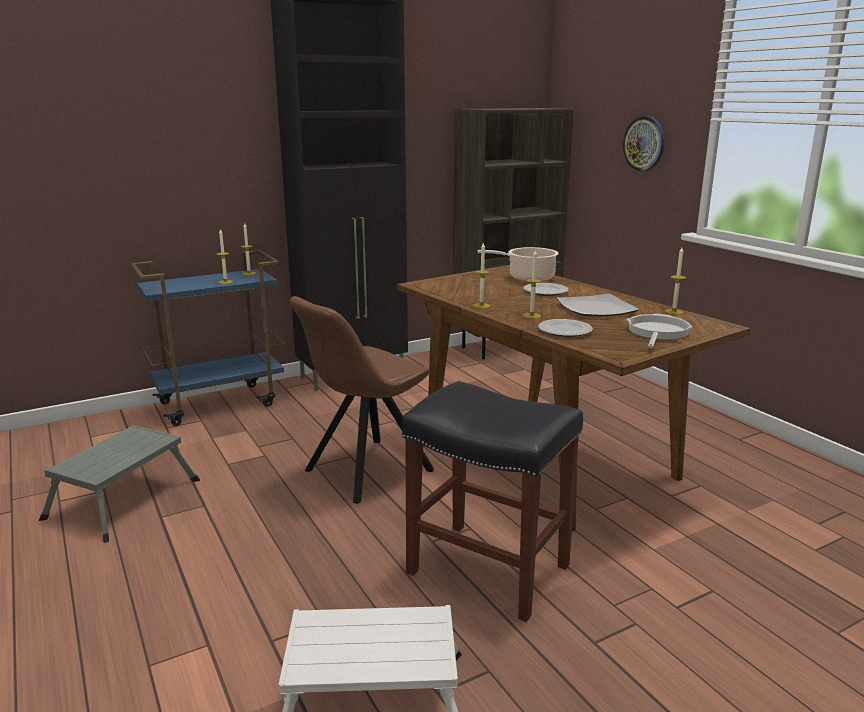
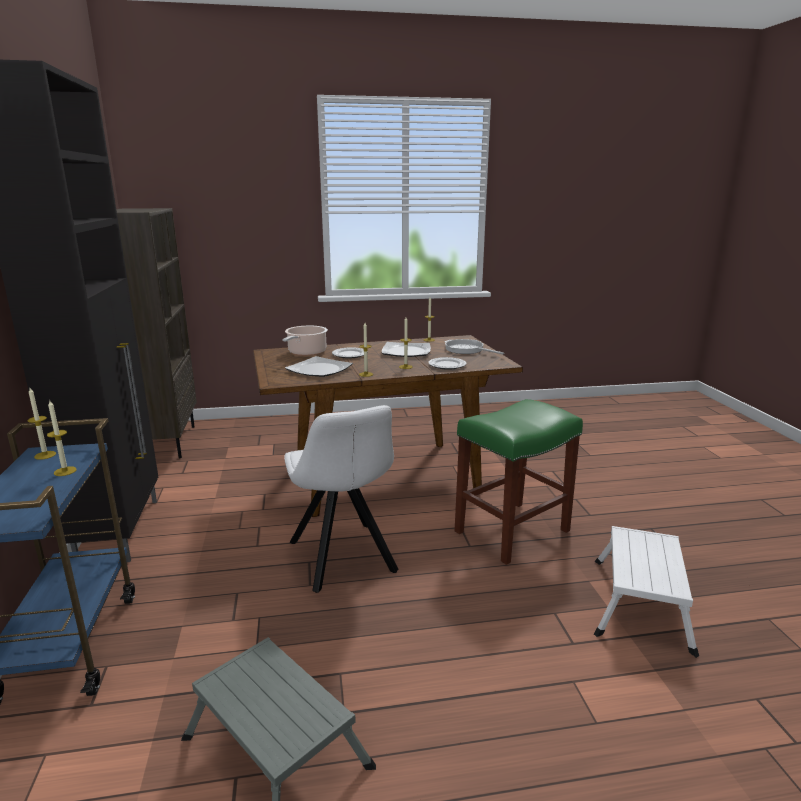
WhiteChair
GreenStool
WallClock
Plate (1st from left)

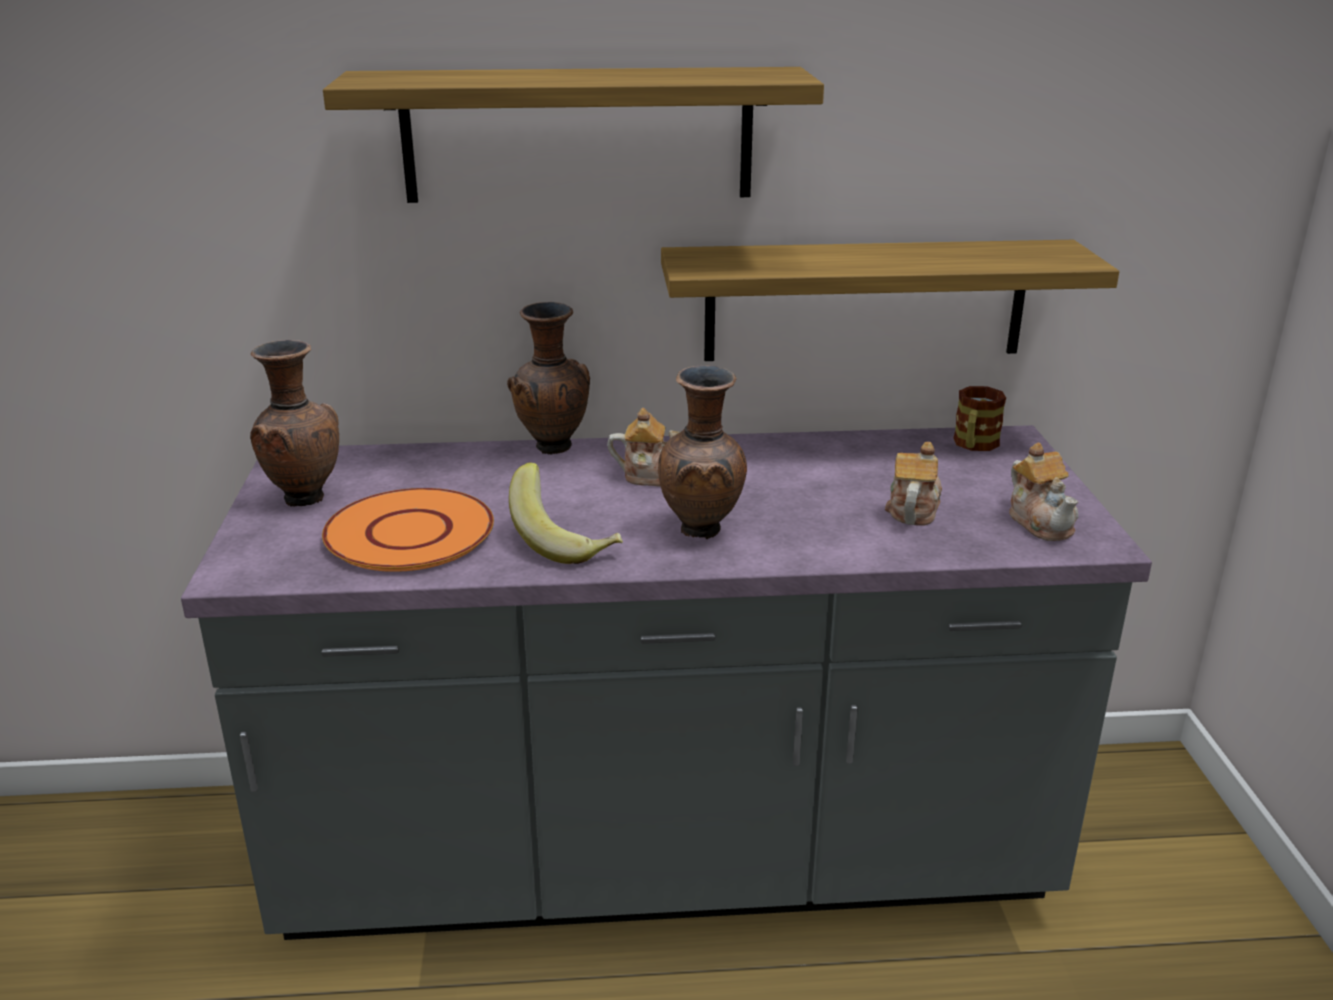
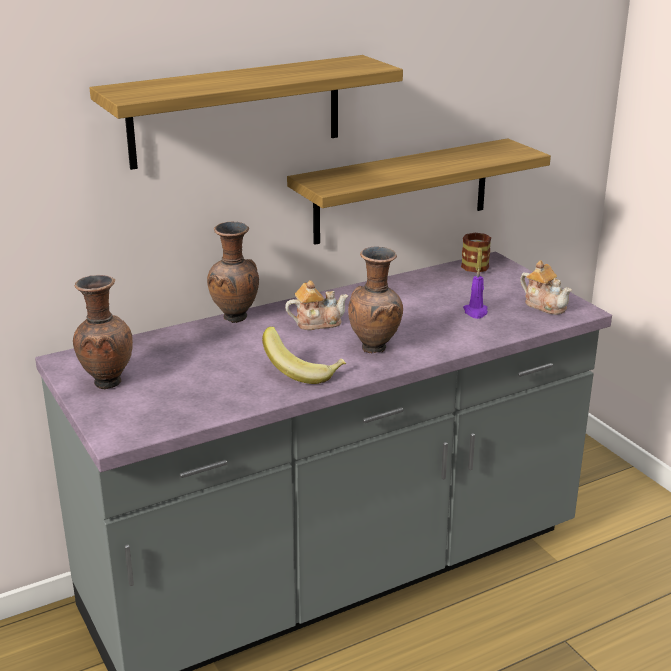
OrangePlate
PurpleCandle

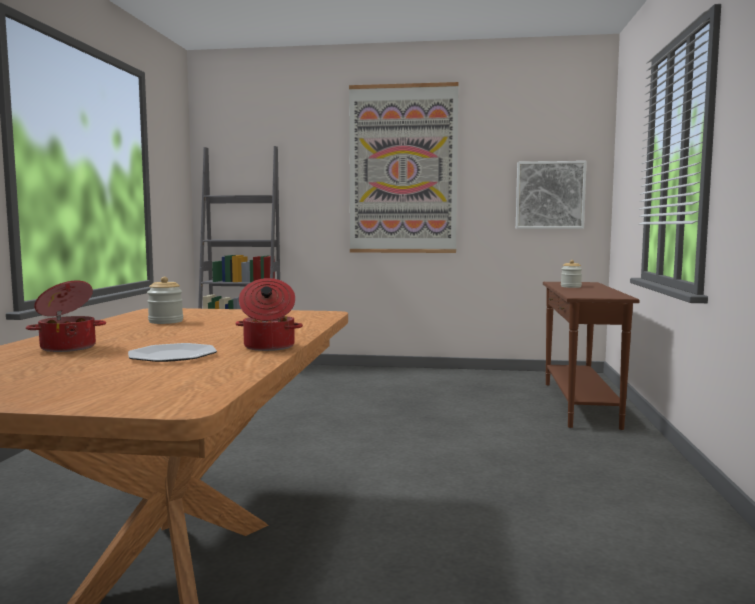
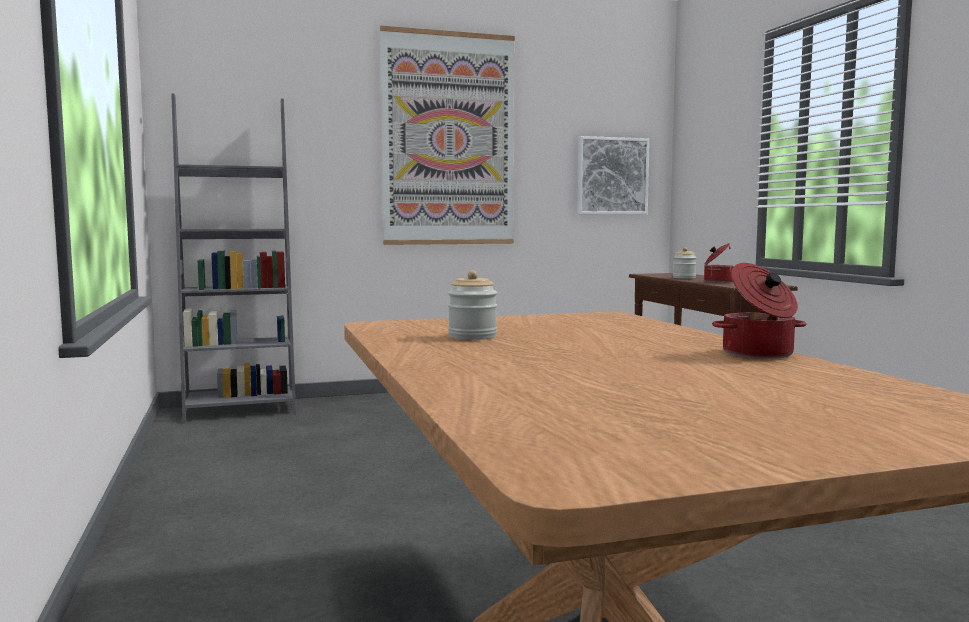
CookingPot (1st from left)
Plate

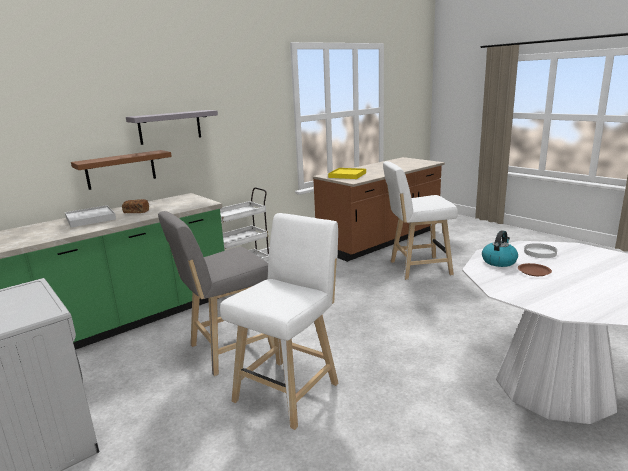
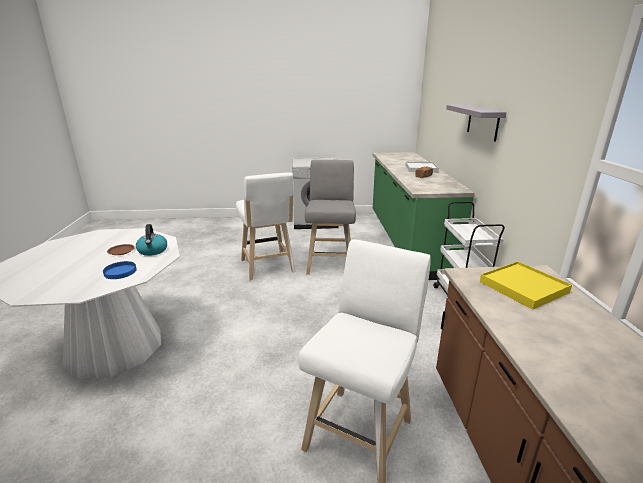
BrownShelf
BluePlate

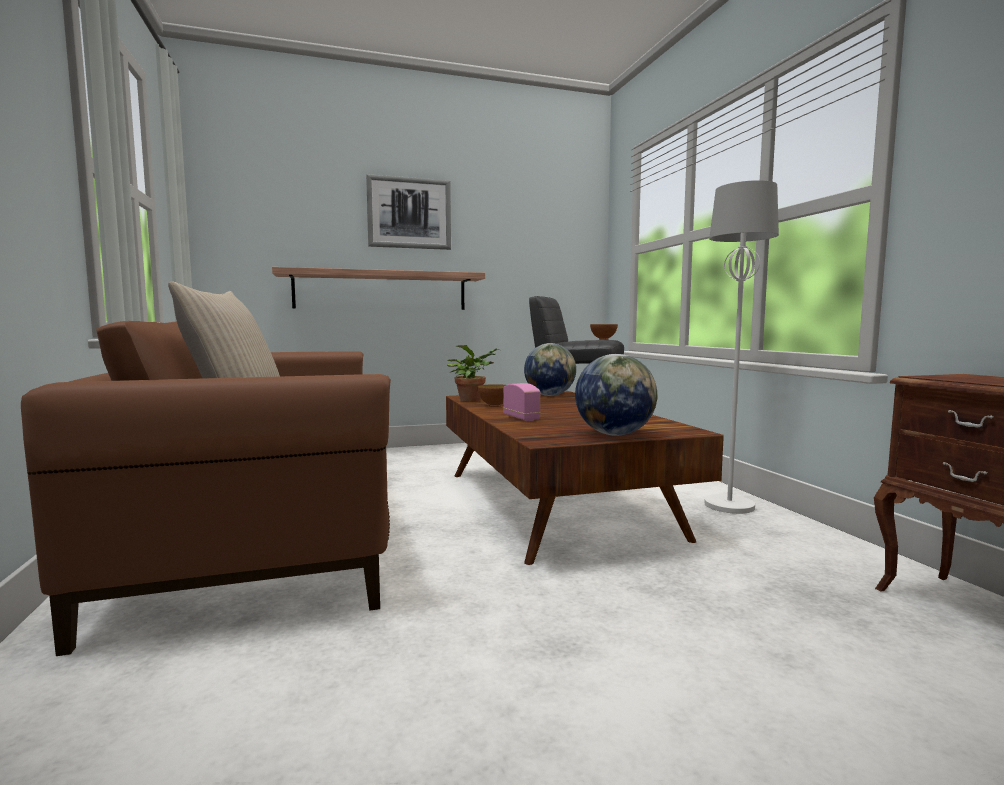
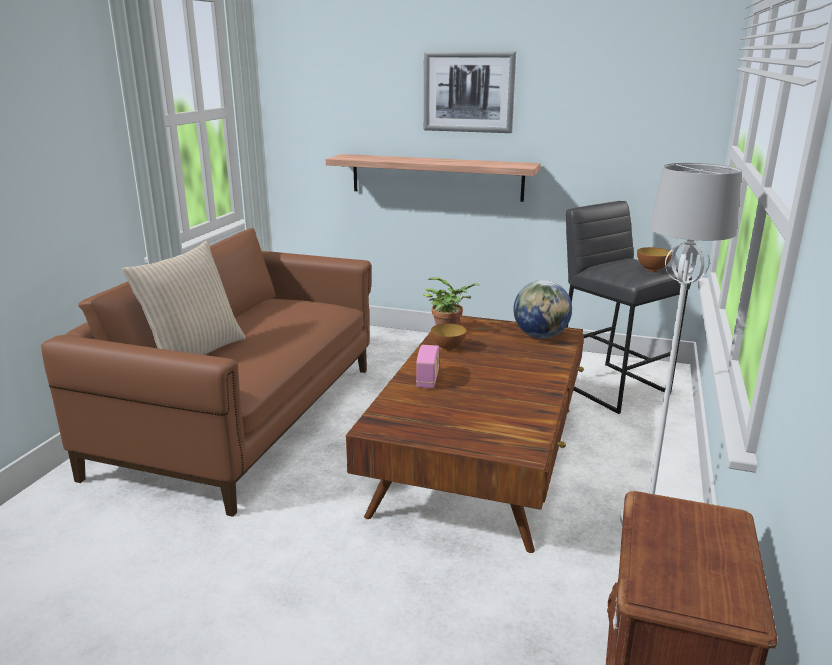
Globe (2nd from left in the first image)

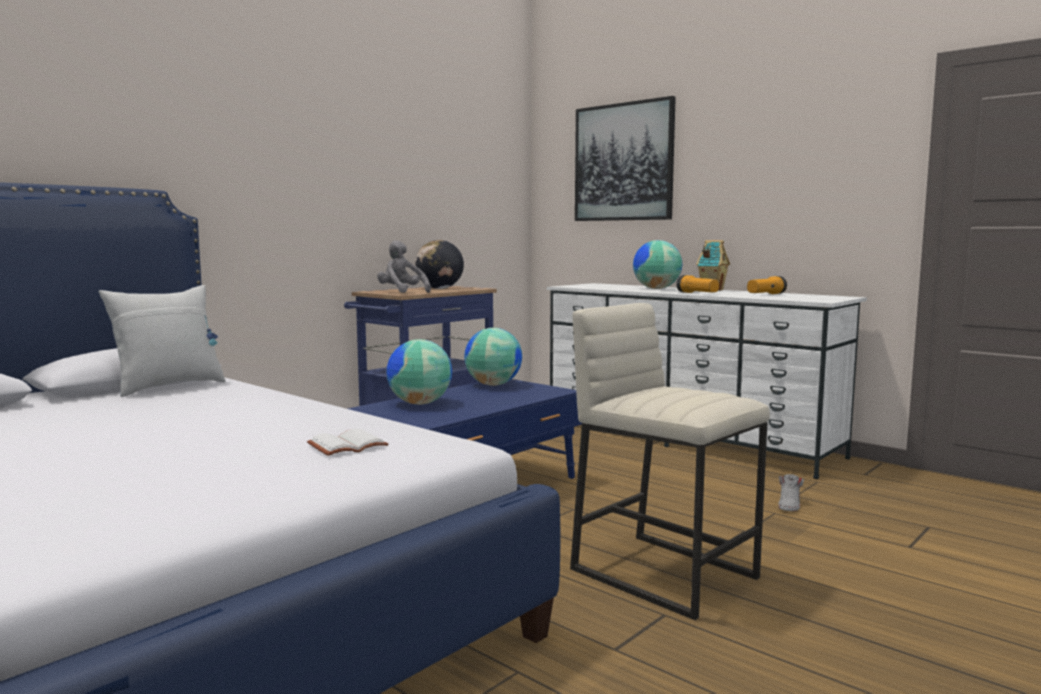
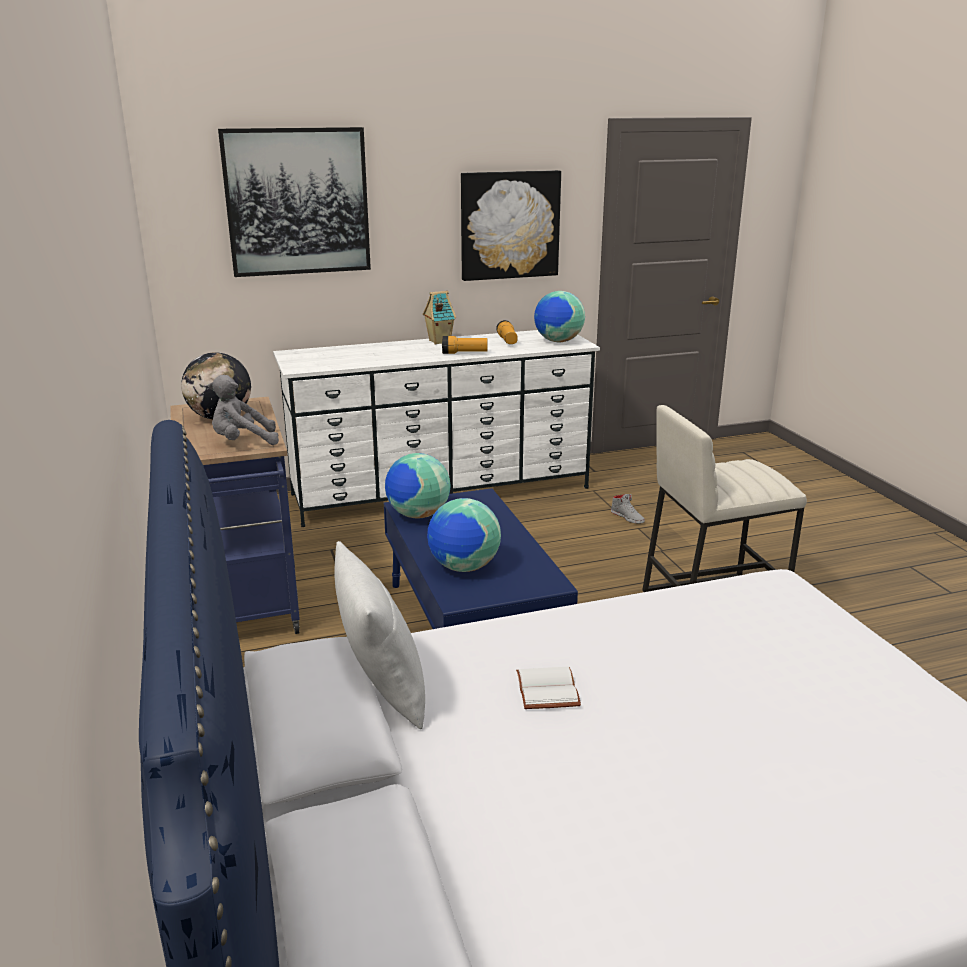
WhiteBook
Globe (4th from left)
Picture (2nd from left)

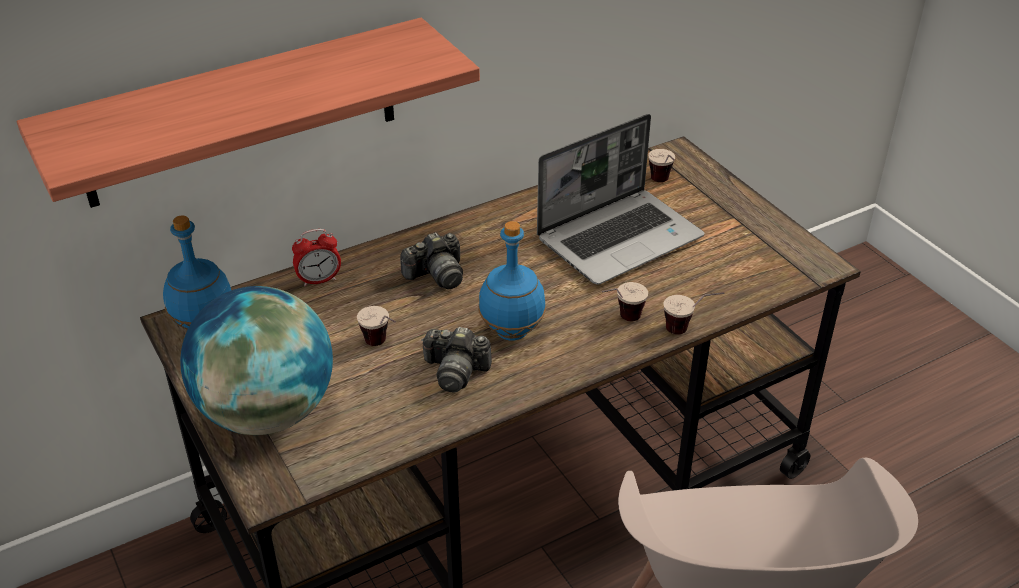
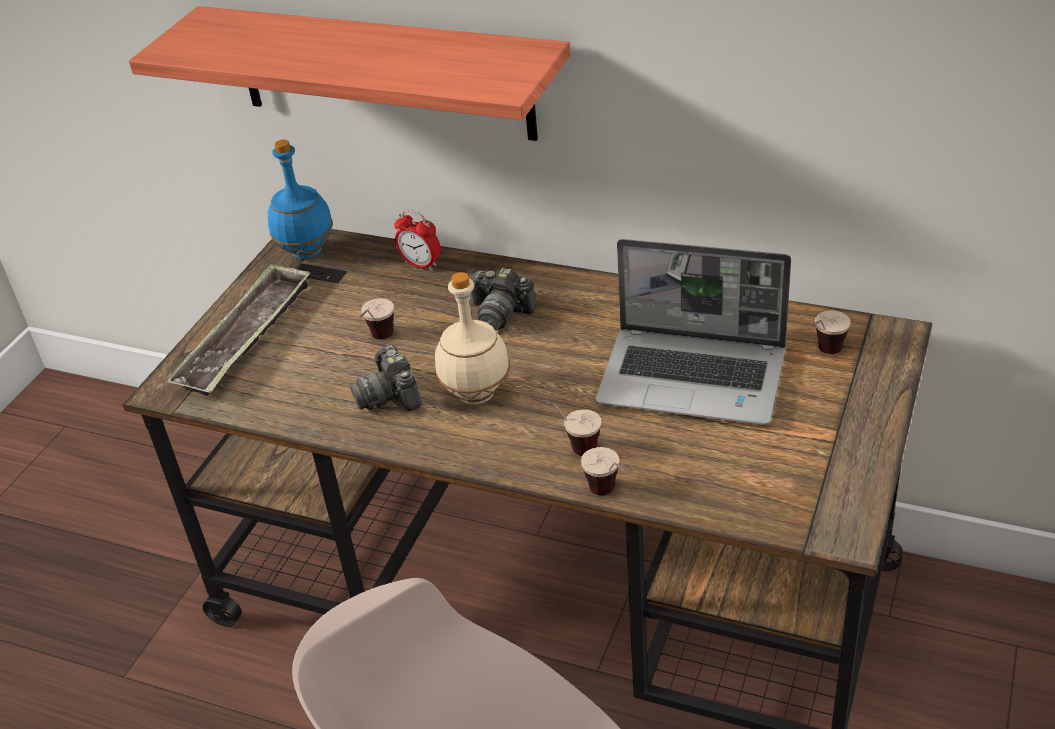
Tray
BeigeBottle

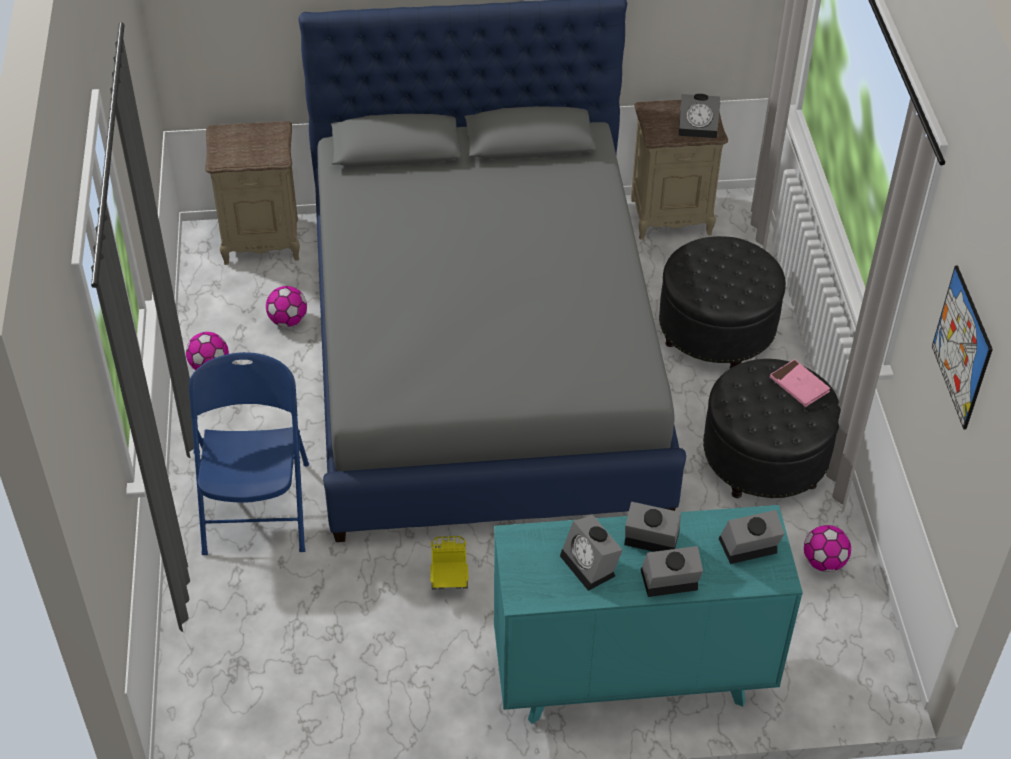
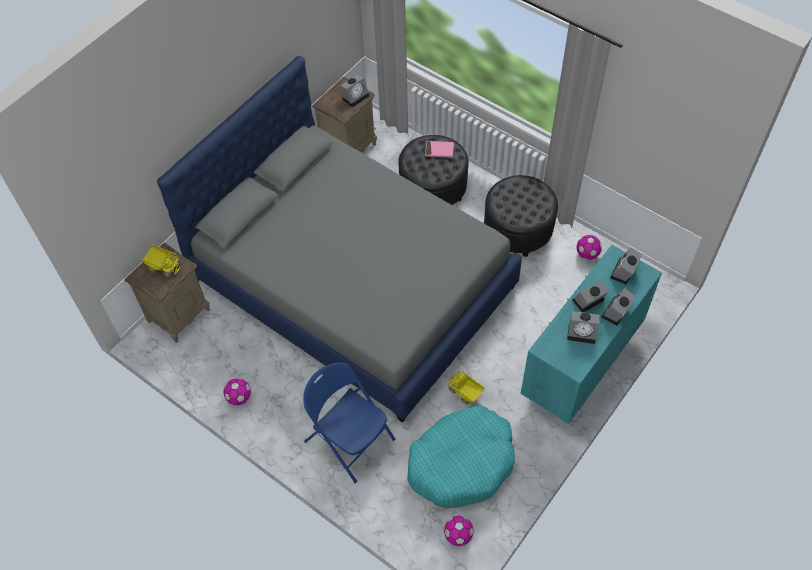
Football (2nd from left)
PinkBook
Picture
ToyTruck (1st from left)
TurquoiseDogBed

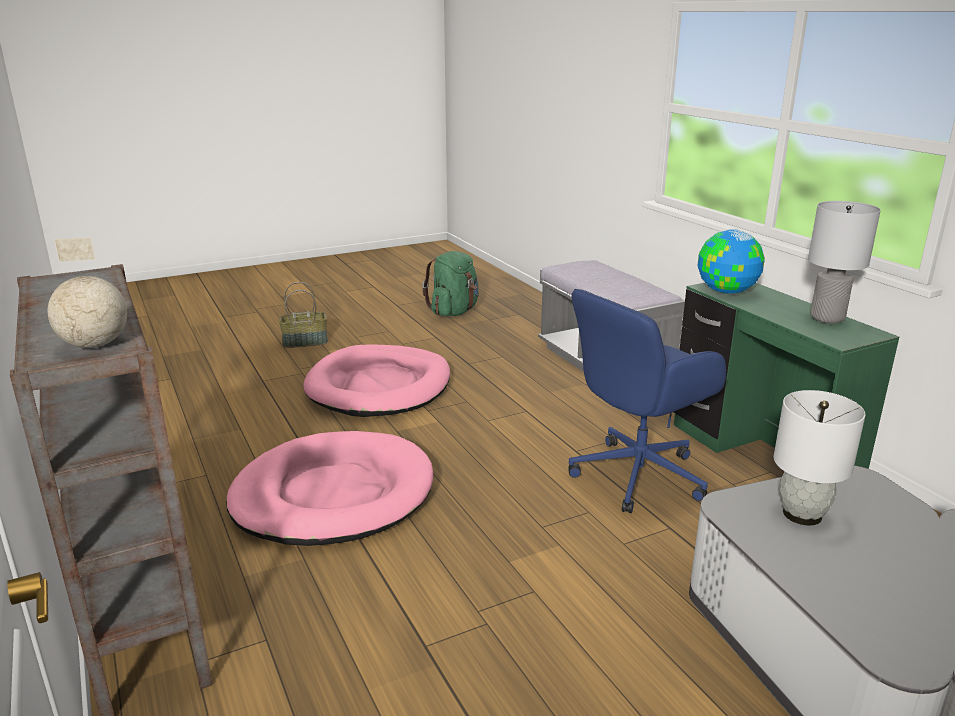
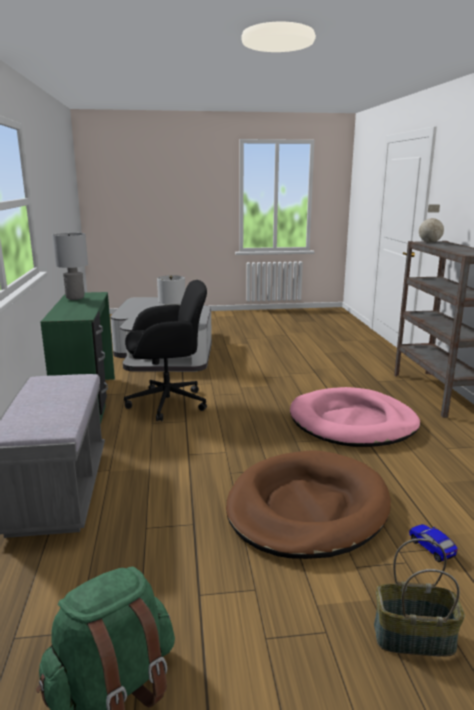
BrownDogBed
BlackOfficeChair
Globe (2nd from left in the first image)
ToyCar

